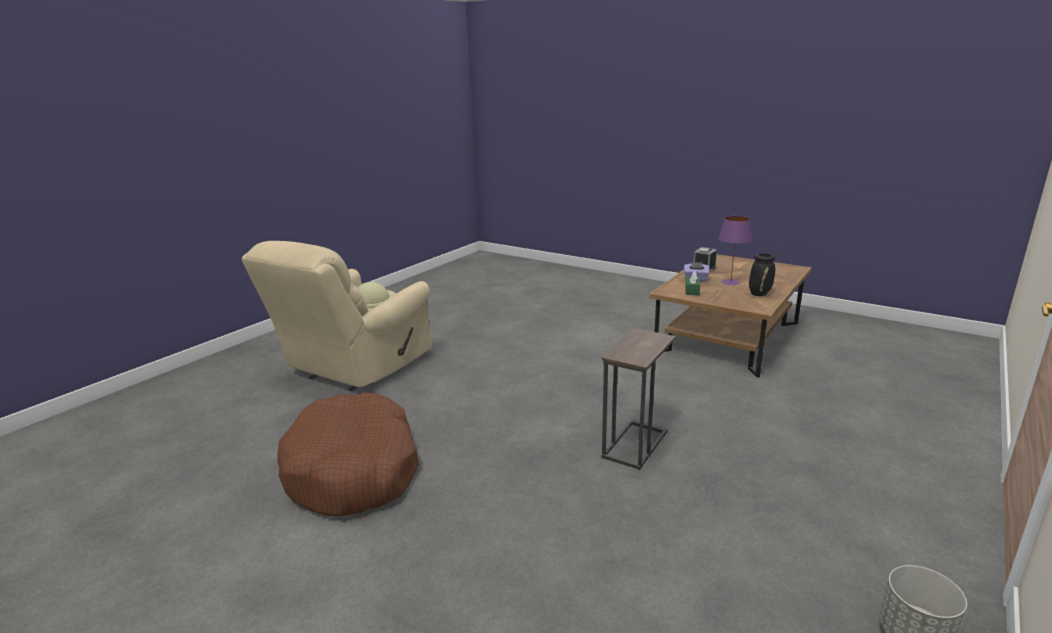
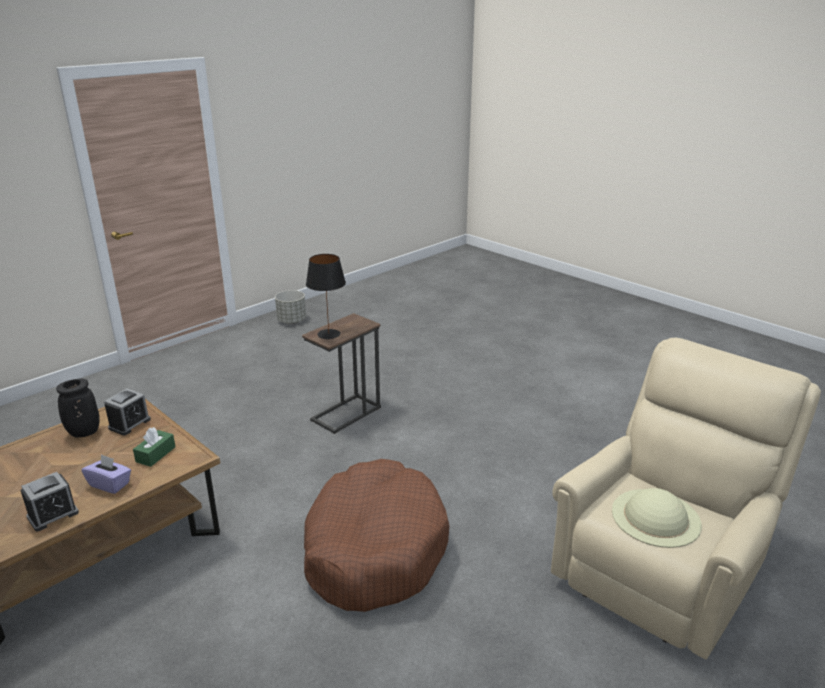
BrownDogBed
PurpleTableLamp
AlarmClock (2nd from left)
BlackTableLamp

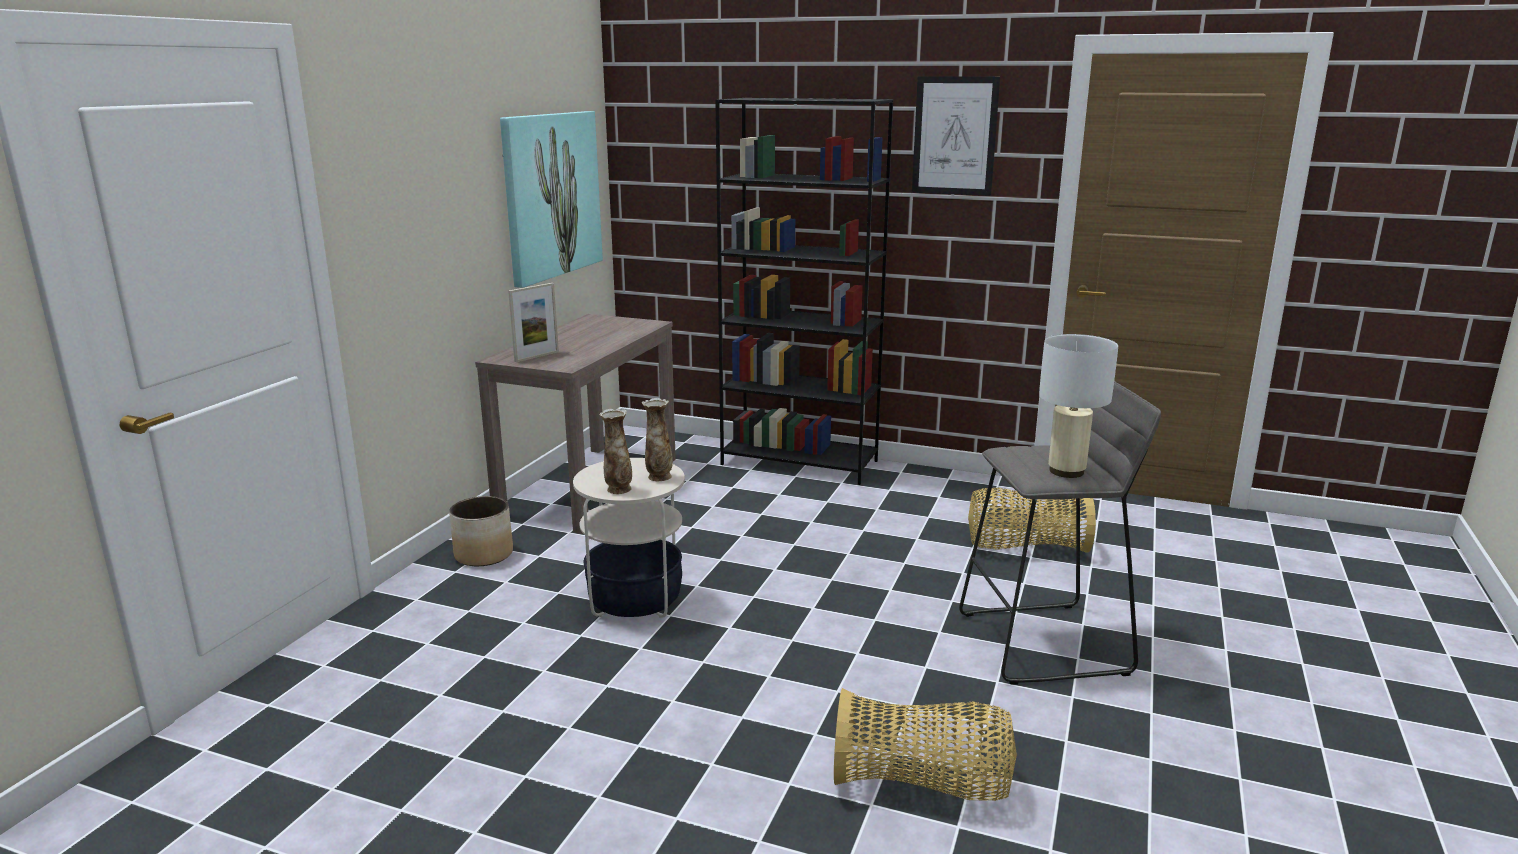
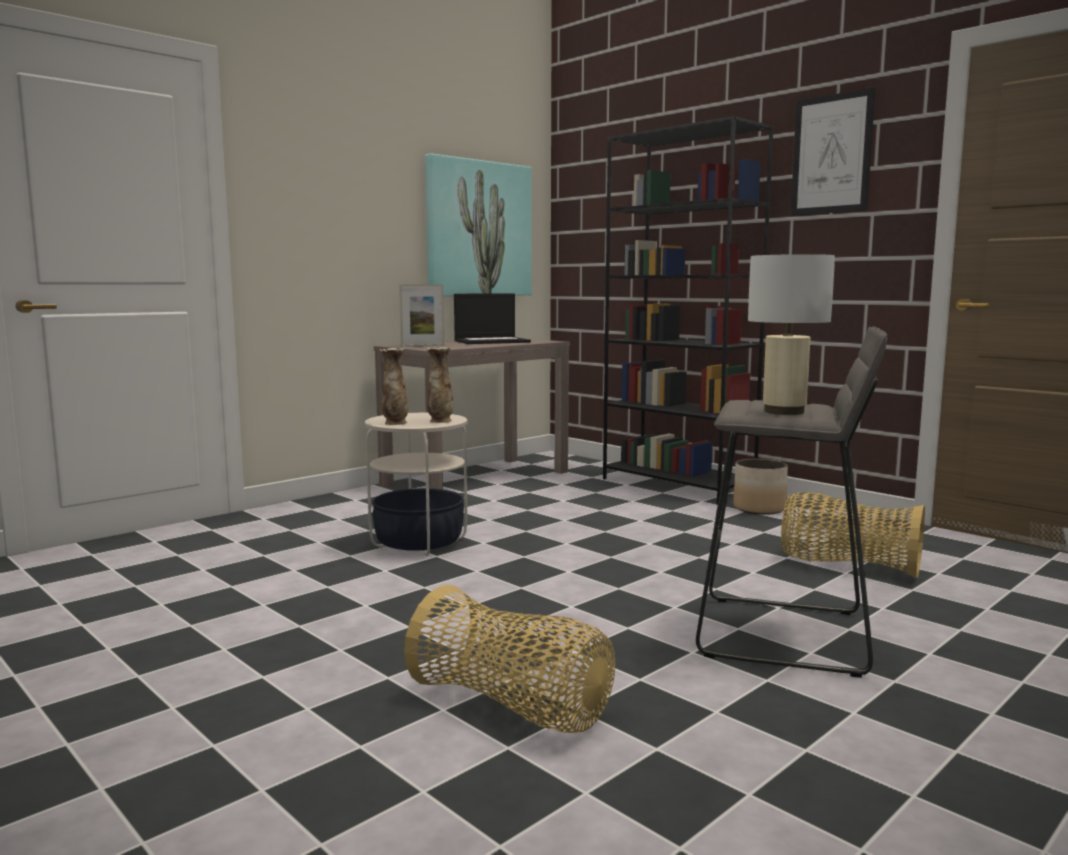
Planter
Laptop

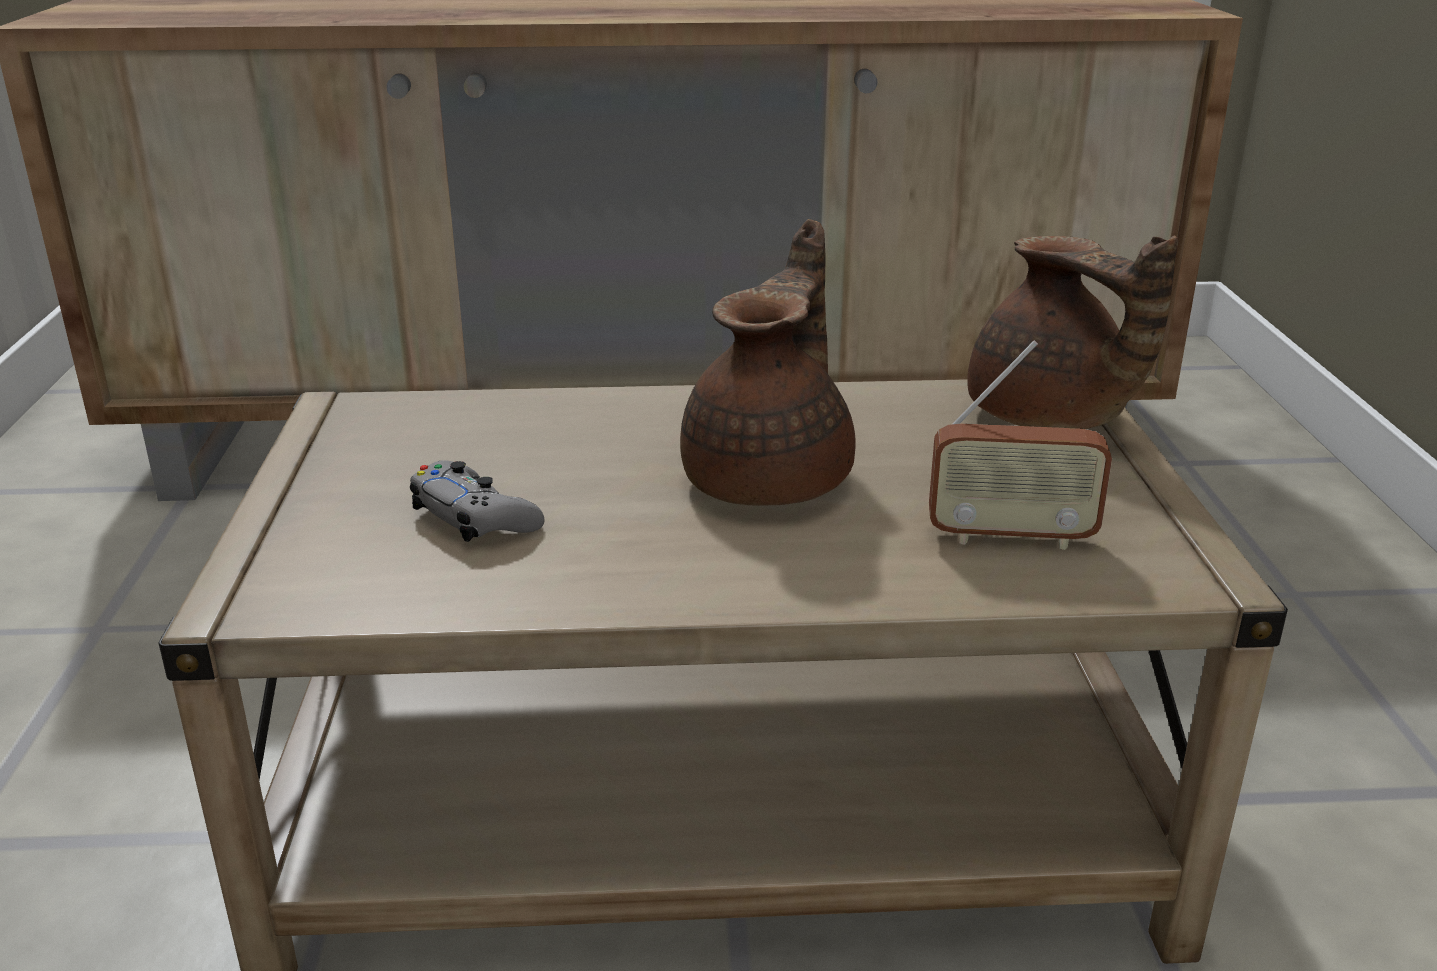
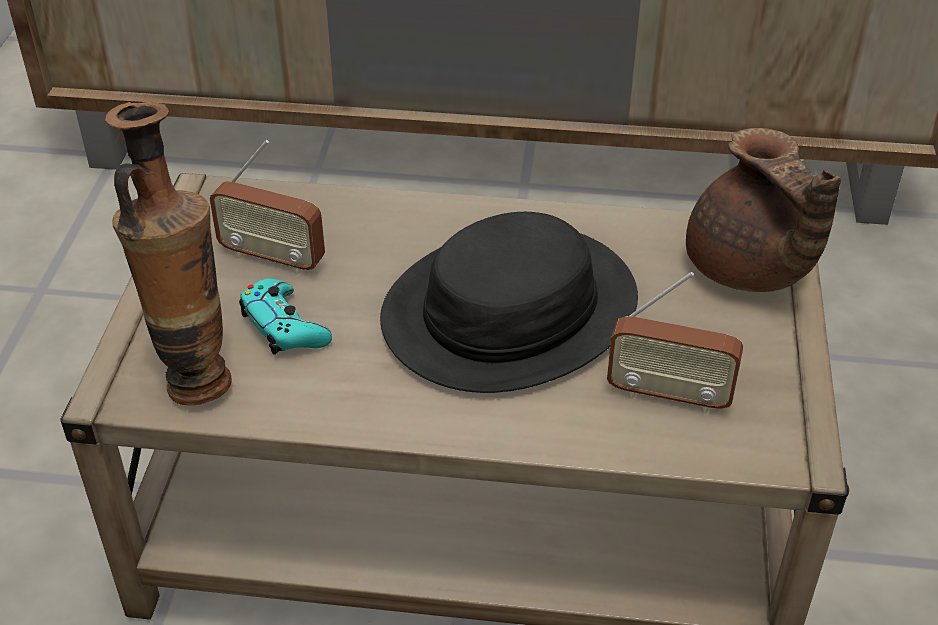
TurquoiseGameController
BlackHat
Vase
Radio (1st from left)

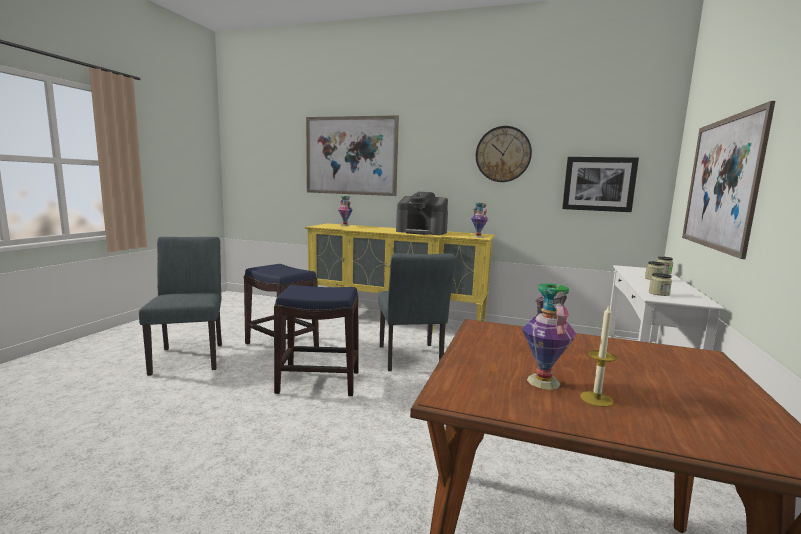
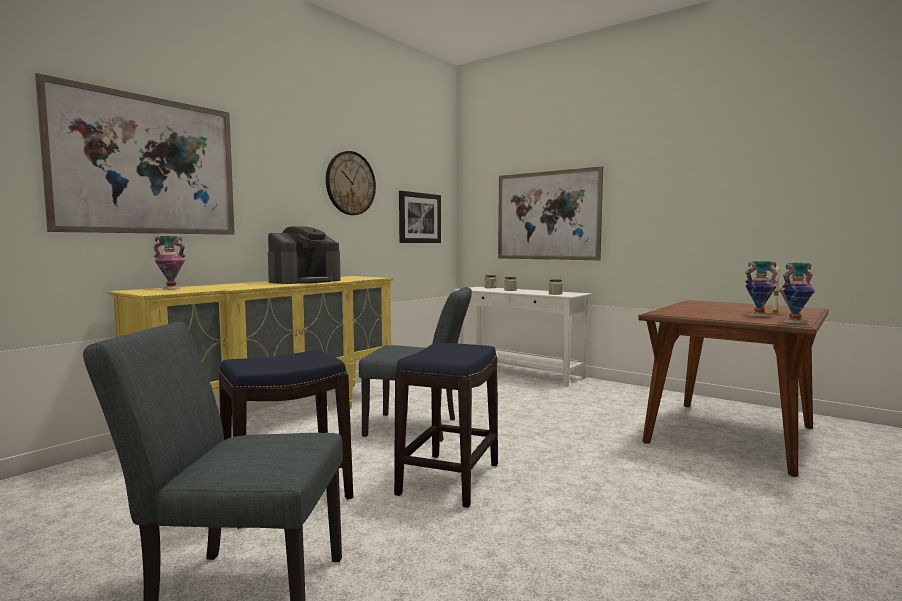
Vase (3rd from left)

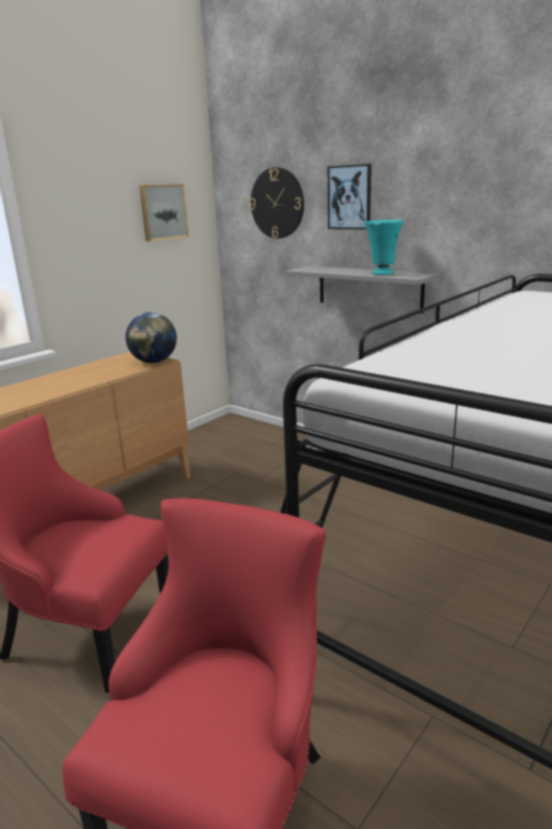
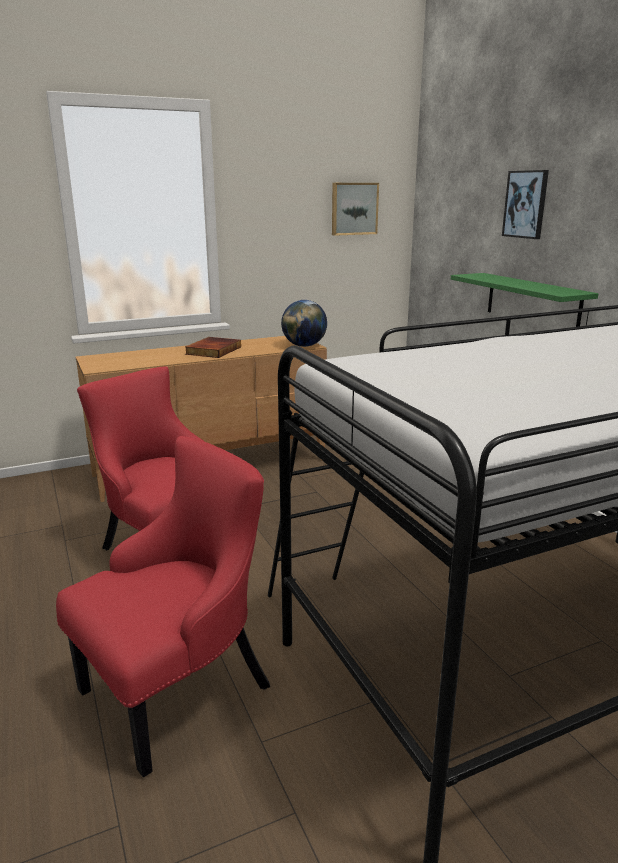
WallClock
GreenShelf
TurquoiseVase
Book

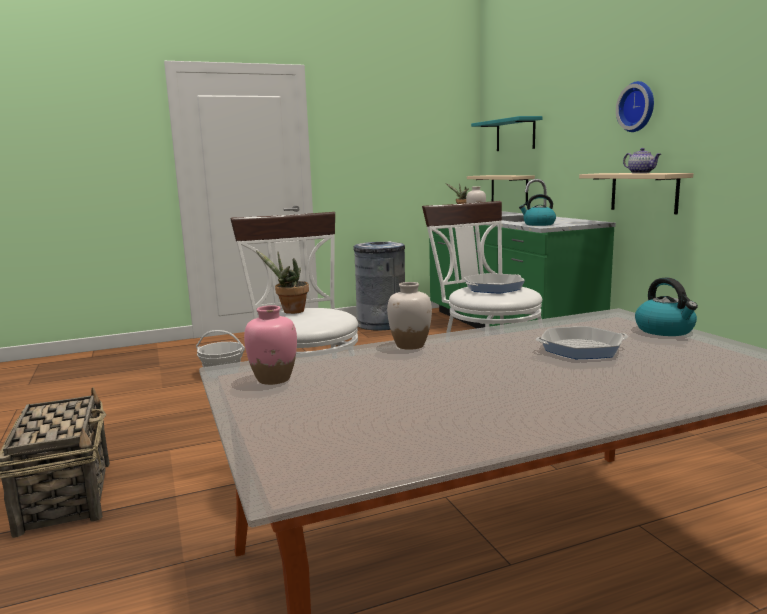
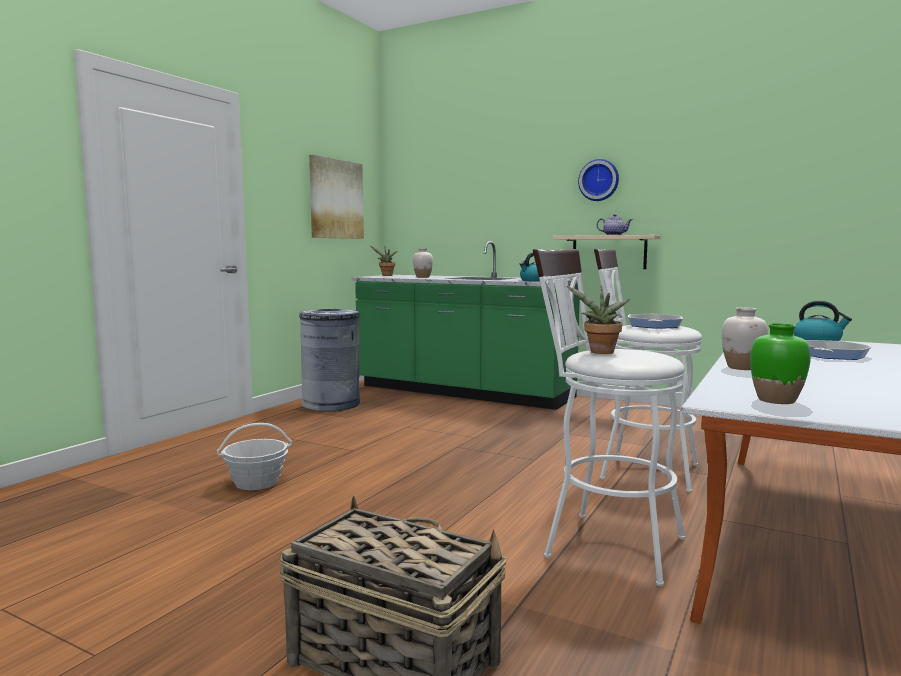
GreenVase
BeigeShelf (1st from left in the first image)
TurquoiseShelf
Picture

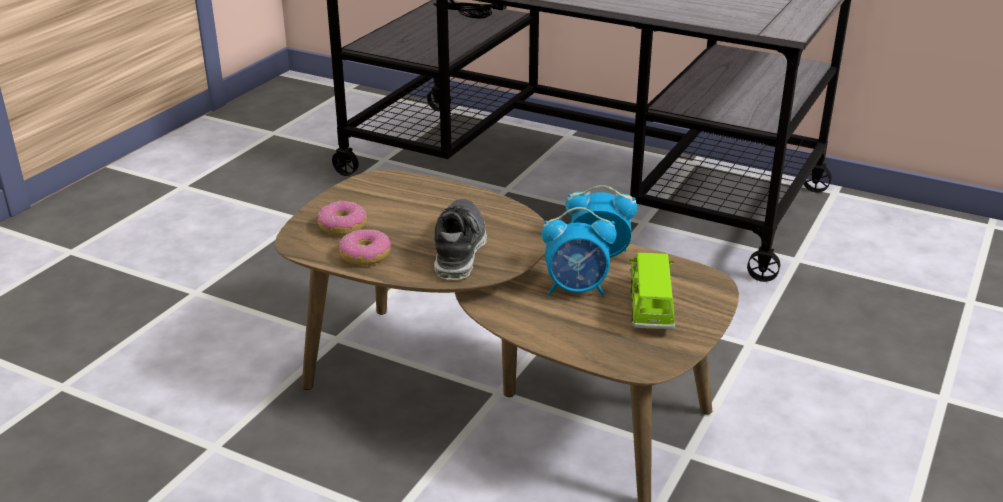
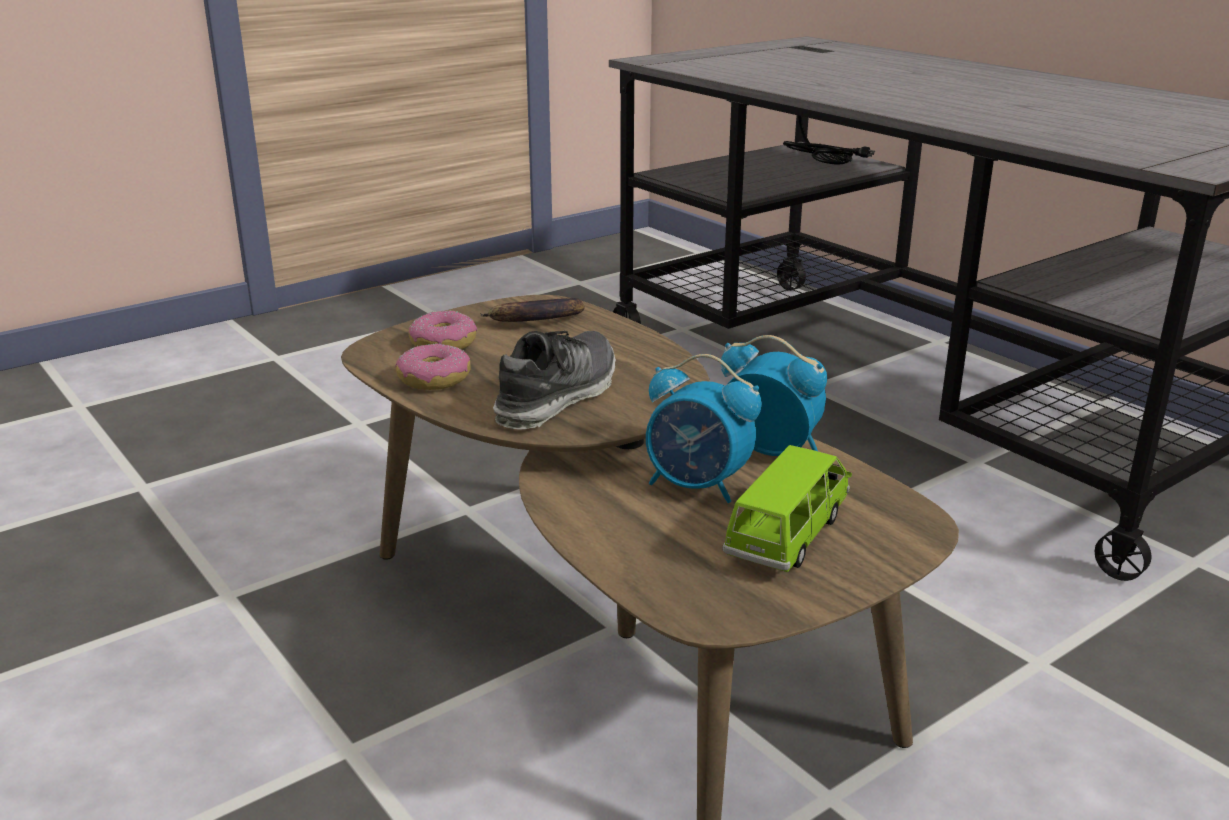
Banana

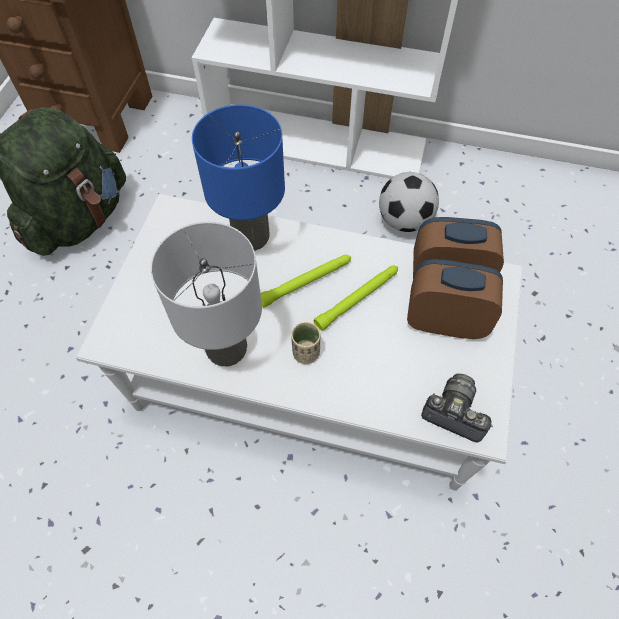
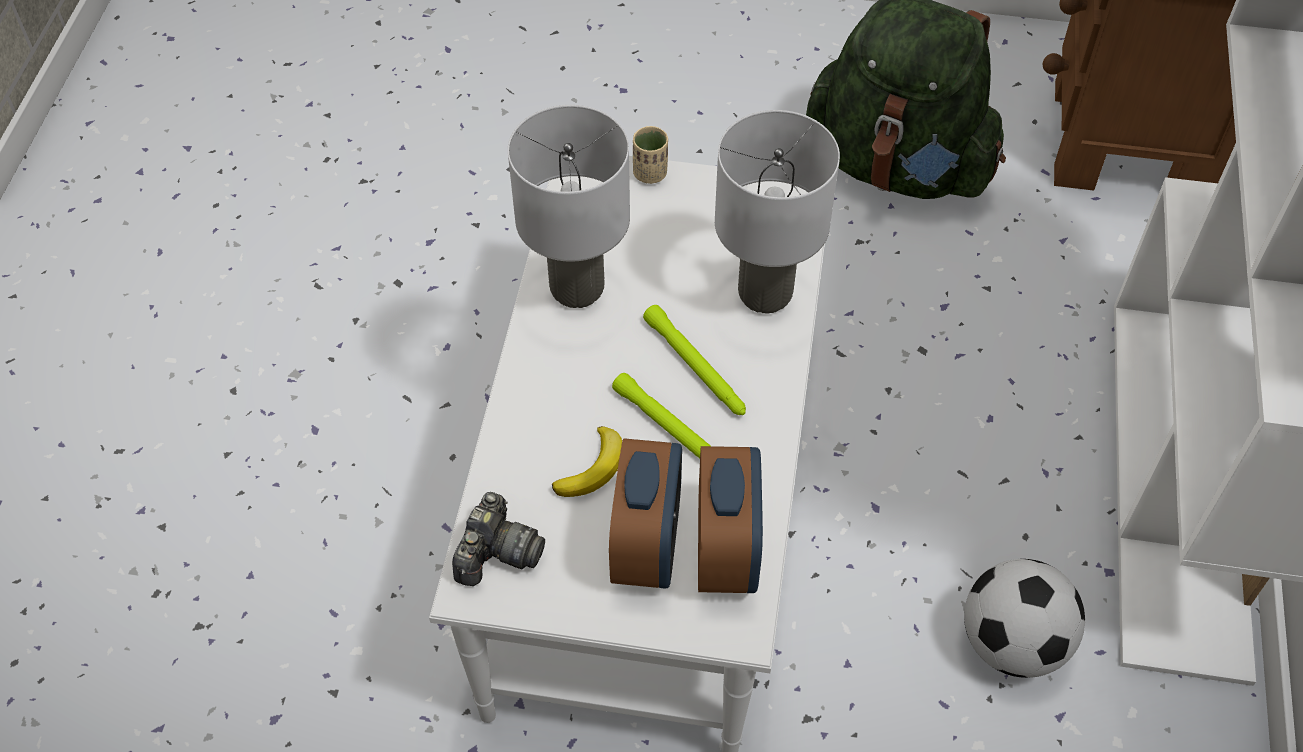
WhiteTableLamp (2nd from left)
BeigeCup
Banana

